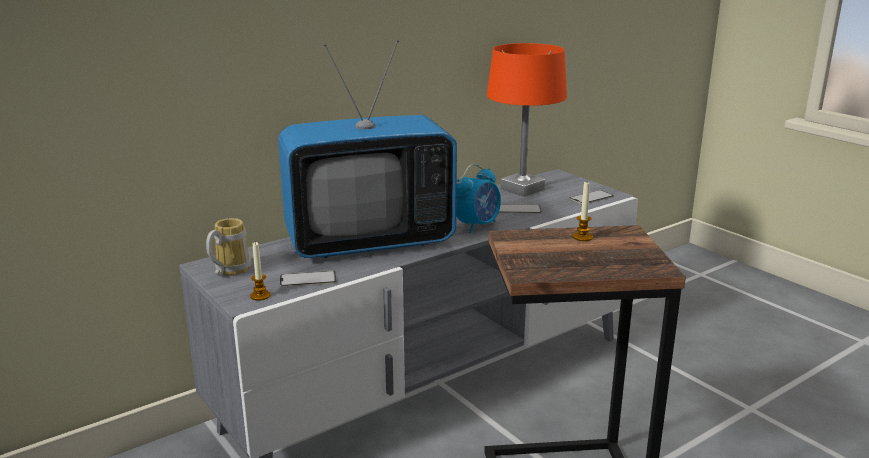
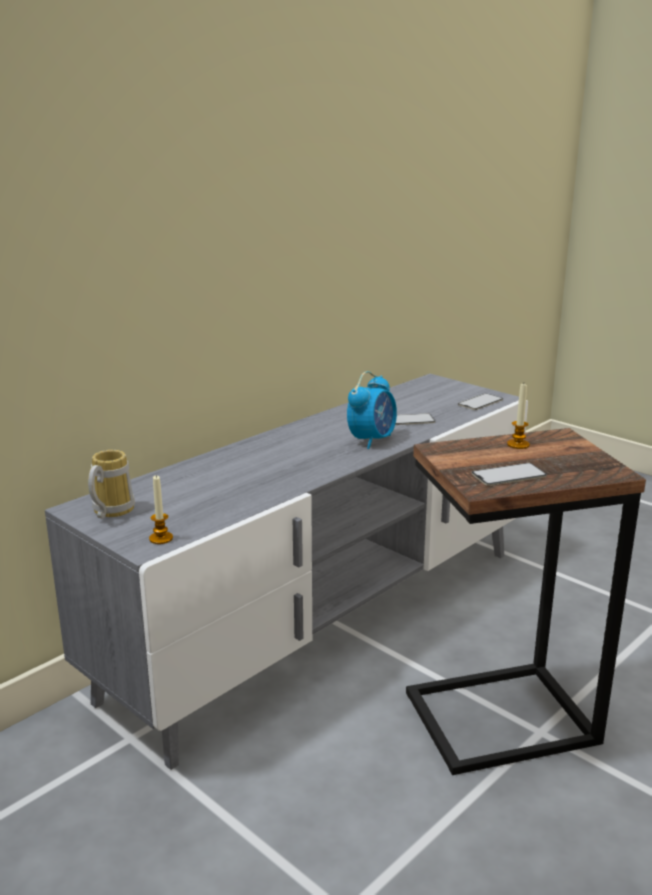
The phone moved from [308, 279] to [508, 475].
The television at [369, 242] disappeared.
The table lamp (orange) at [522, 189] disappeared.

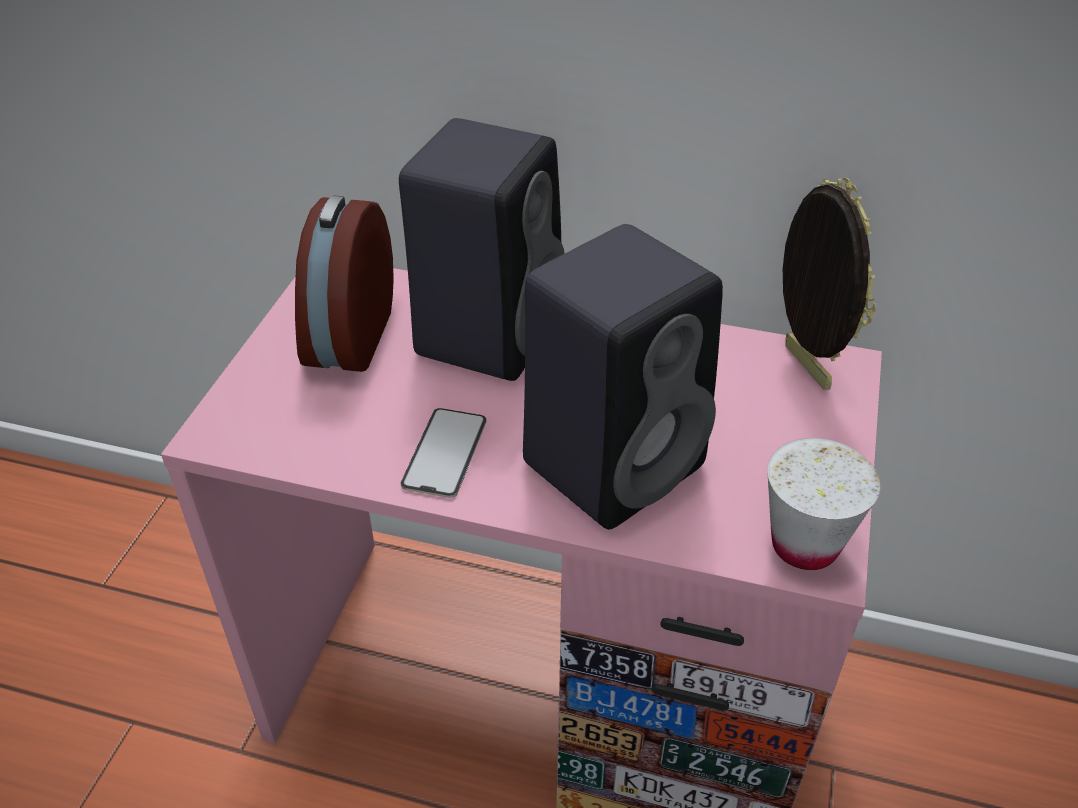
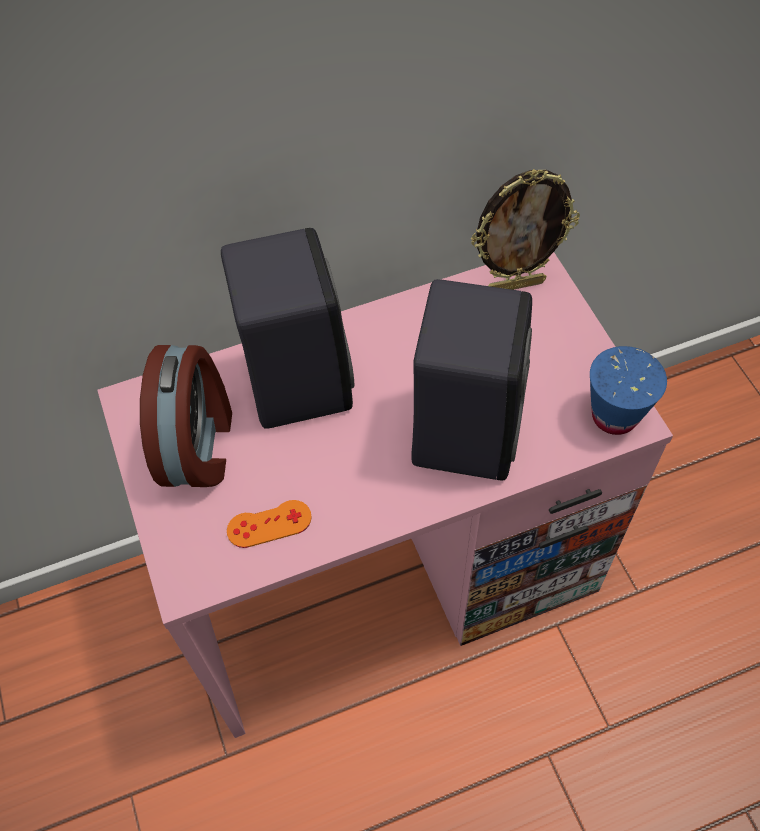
The alarm clock at [347, 336] turned 150 degrees counterclockwise.
The game controller (orange) at [269, 524] appeared.
The picture frame at [803, 367] turned 135 degrees clockwise.
The cup (white) at [804, 545] became the cup (blue) at [614, 416].
The phone at [445, 452] disappeared.

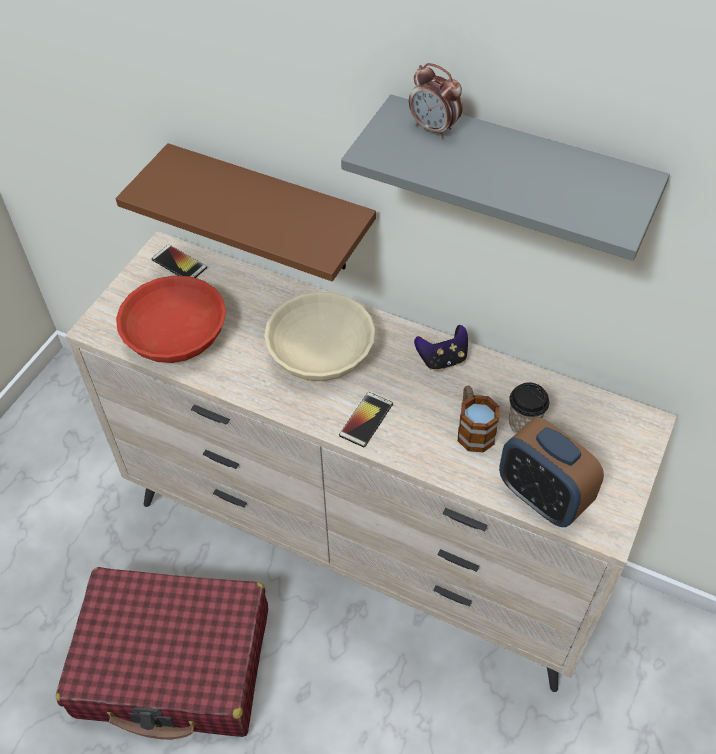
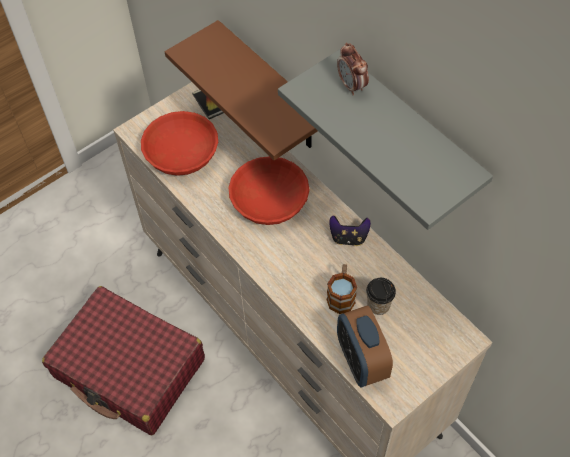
The bowl (beige) at [321, 351] became the bowl (red) at [269, 201].
The phone at [366, 420] disappeared.

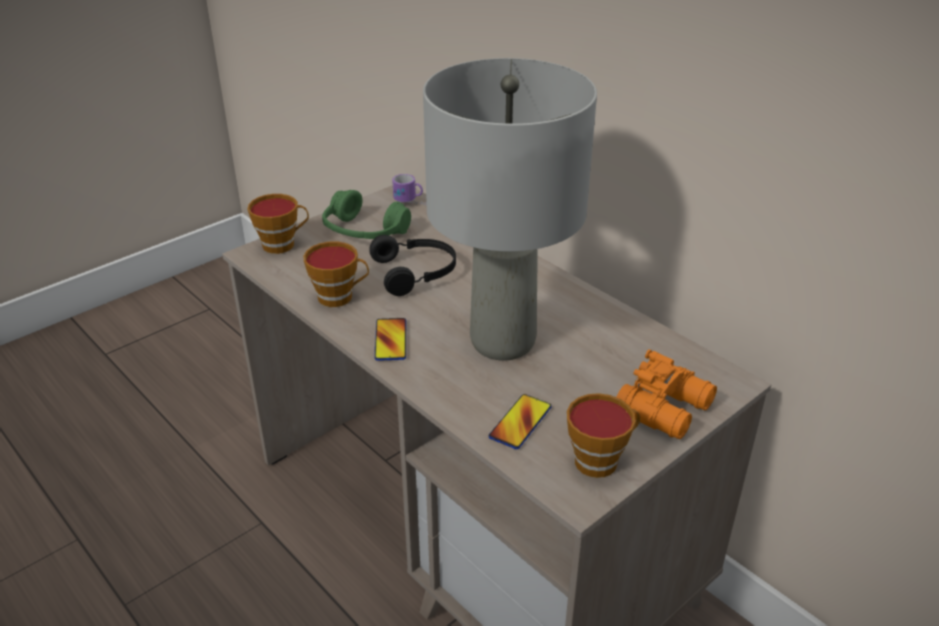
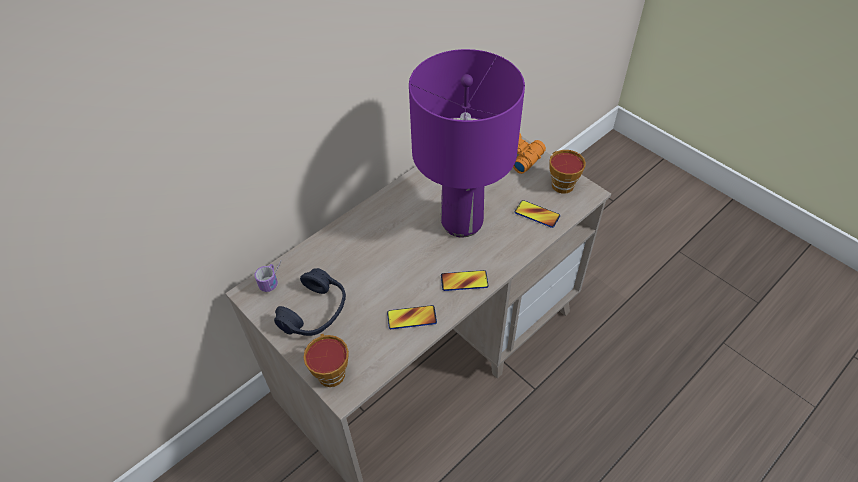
The headphones (green) at [364, 232] became the headphones (blue) at [315, 312].
The cup at [339, 297] was replaced by the phone at [411, 318].
The table lamp (grey) at [504, 341] became the table lamp (purple) at [461, 222].
The headphones (black) at [416, 273] disappeared.

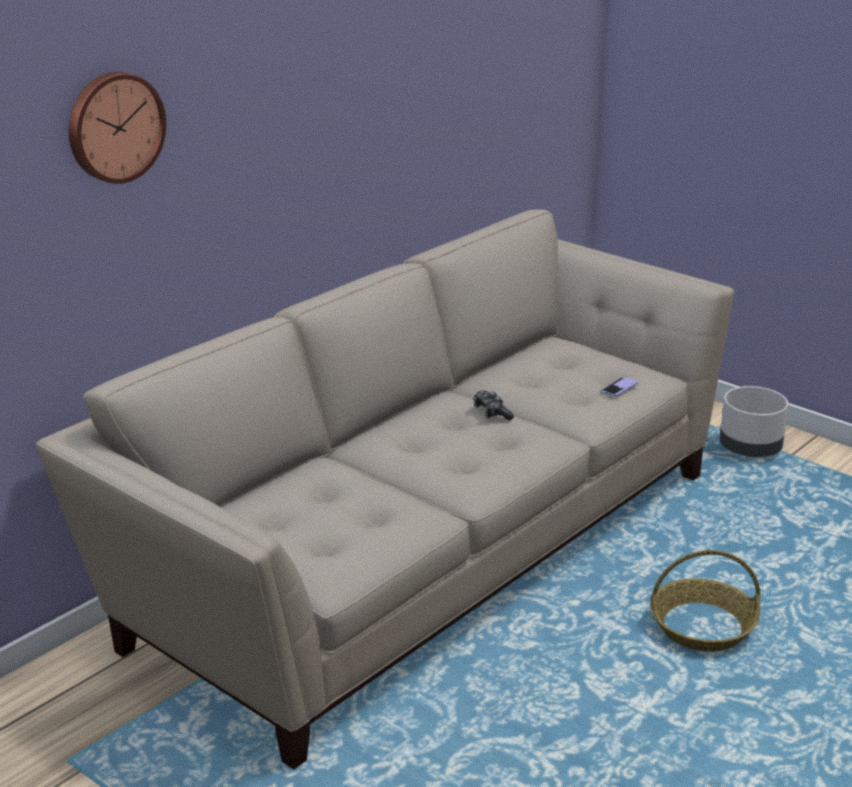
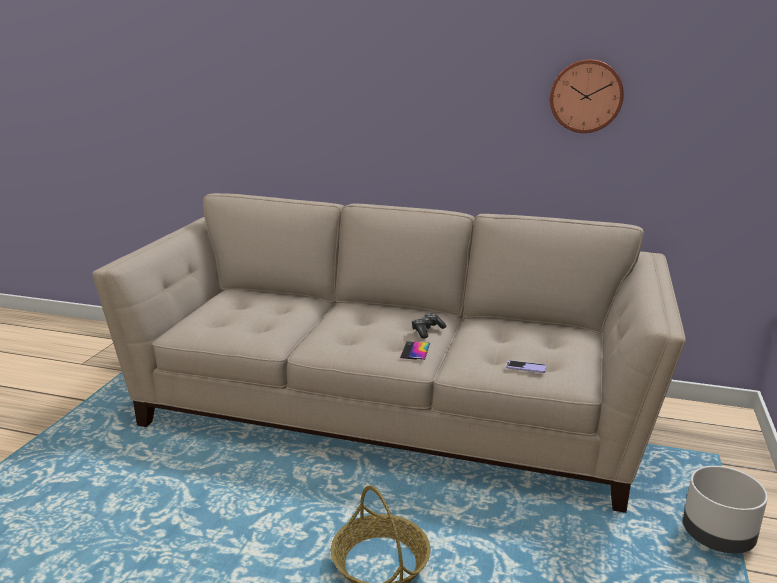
The phone at [415, 350] appeared.
The wall clock moved from [114, 126] to [586, 96].

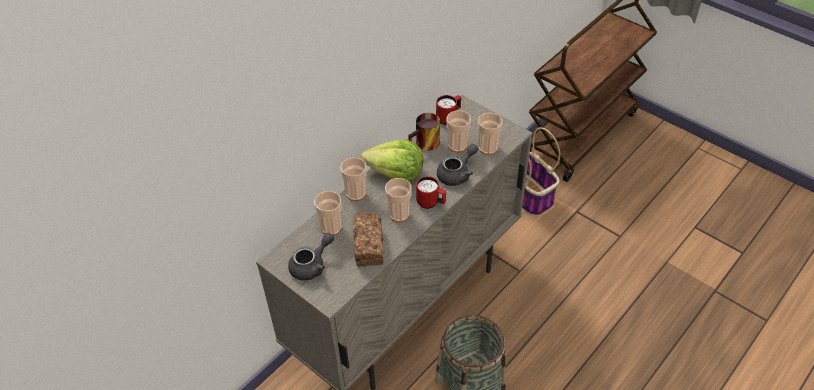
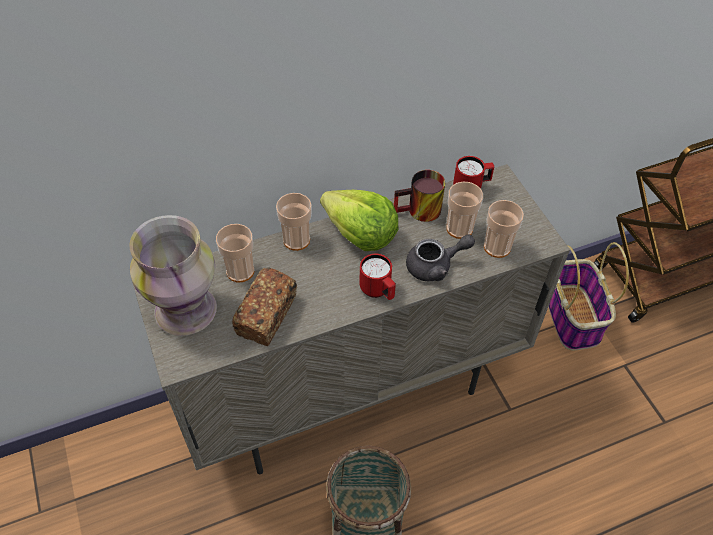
The teapot (grey) at [312, 265] was replaced by the vase at [187, 310].
The cup at [399, 214] disappeared.

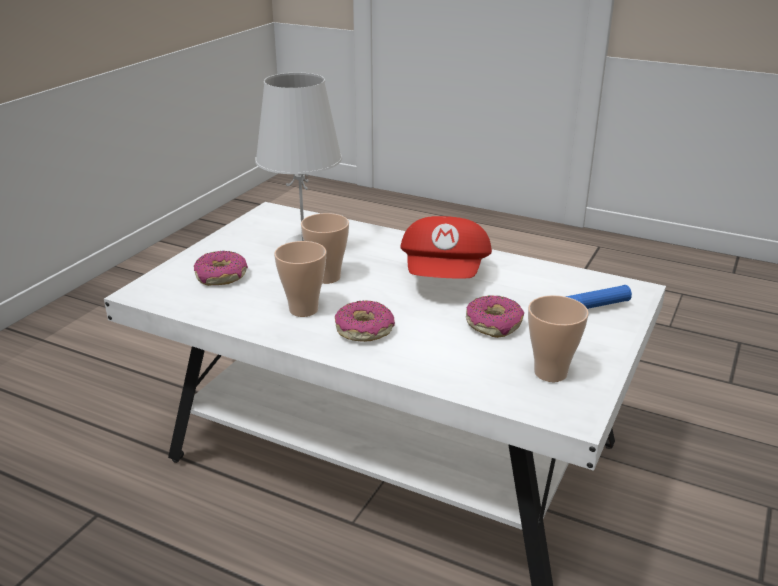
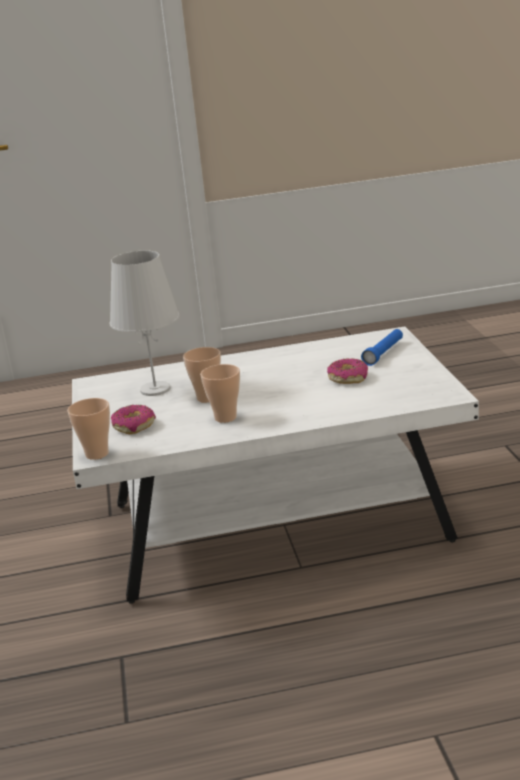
The cup moved from [550, 373] to [97, 454].
The donut at [364, 330] disappeared.
The cap (red) at [446, 276] disappeared.

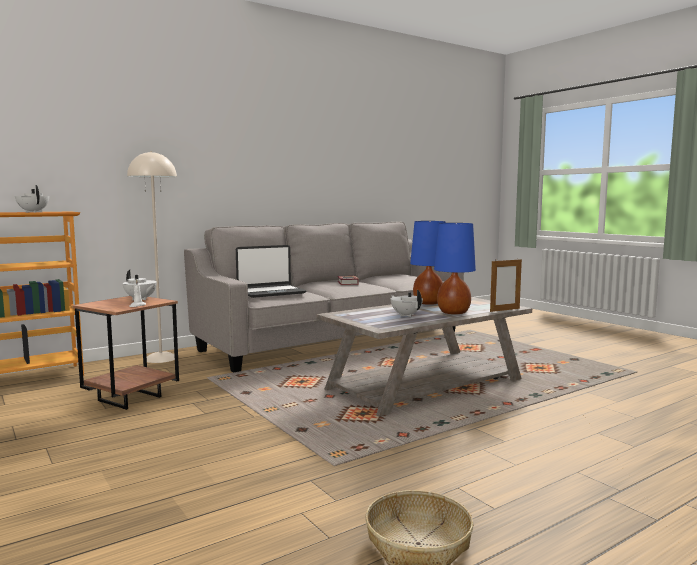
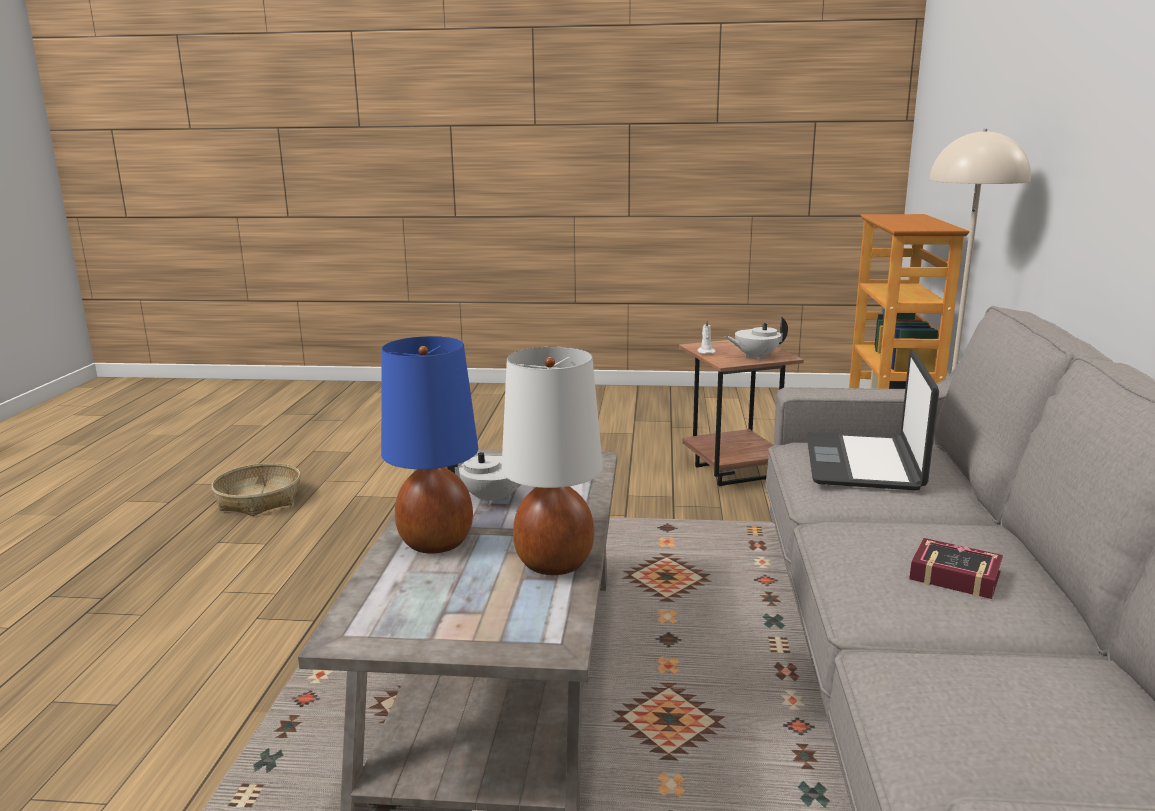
The table lamp (blue) at [428, 303] became the table lamp (white) at [553, 563].
The teapot (white) at [33, 212] disappeared.
The picture frame at [504, 310] disappeared.

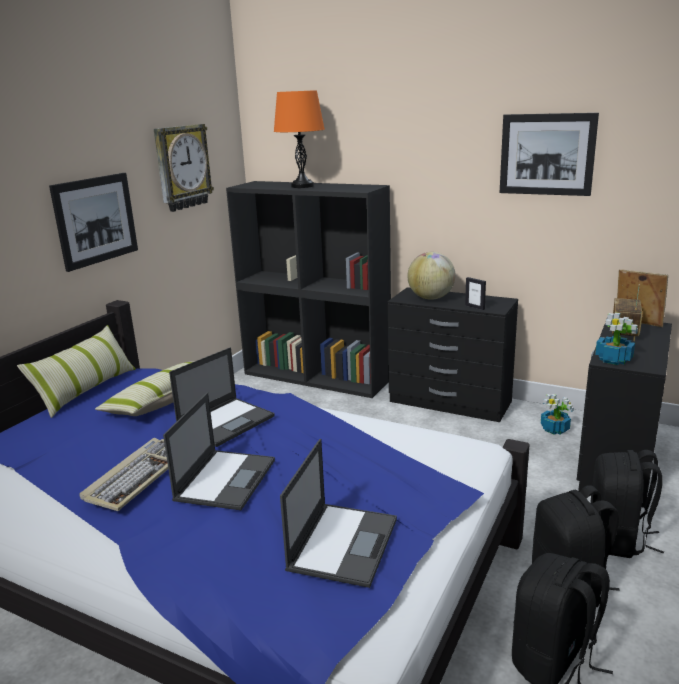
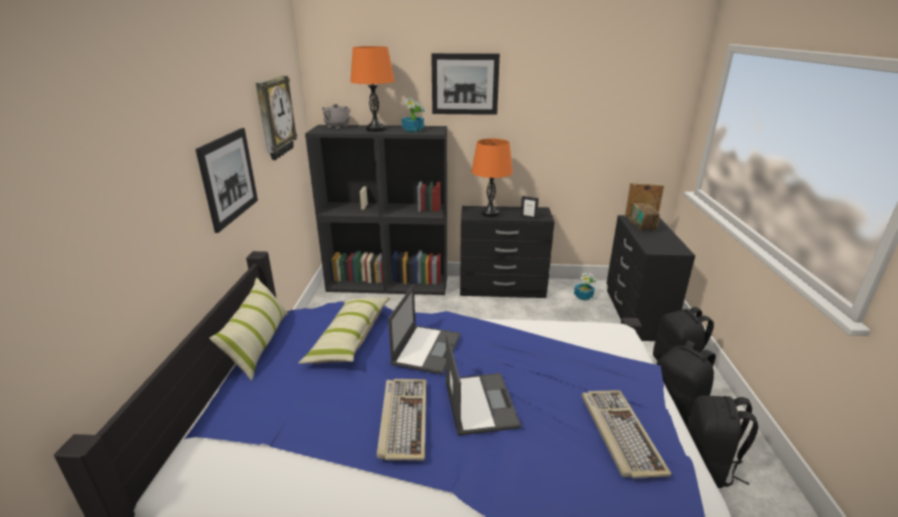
The teapot (grey) at [337, 126] appeared.
The potted plant moved from [614, 359] to [413, 130].
The picture moved from [547, 154] to [465, 84].
The globe at [431, 298] was replaced by the table lamp (orange) at [490, 213].
The laptop at [343, 543] was replaced by the keyboard at [619, 433].

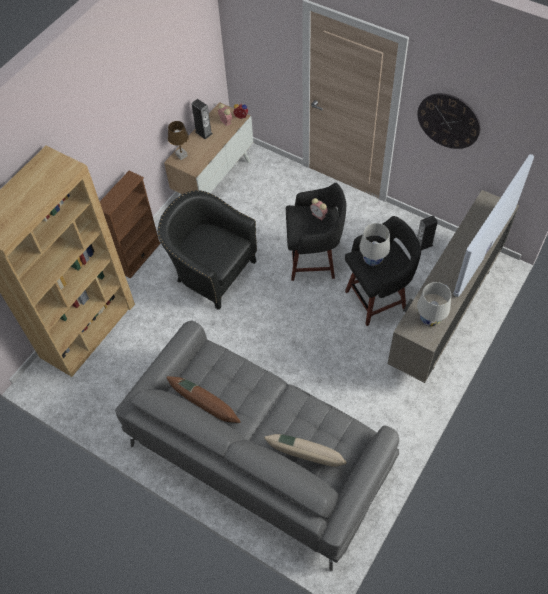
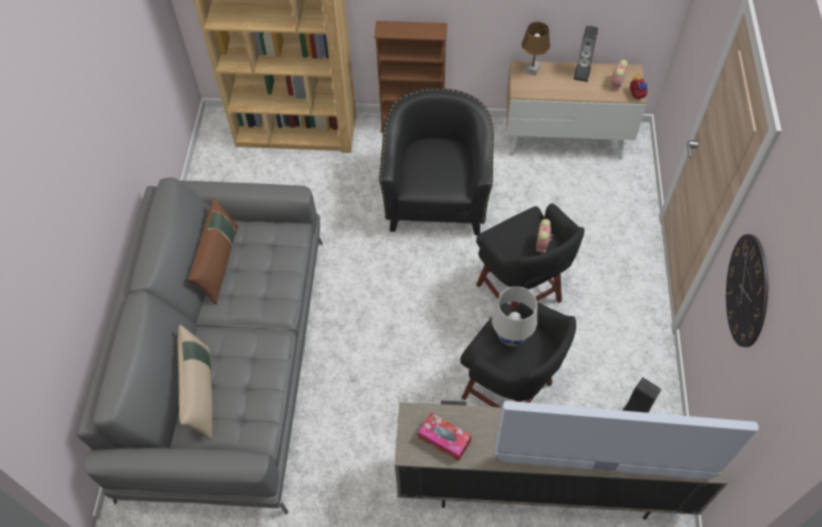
The table lamp (white) at [430, 319] was replaced by the tissue box at [444, 439].

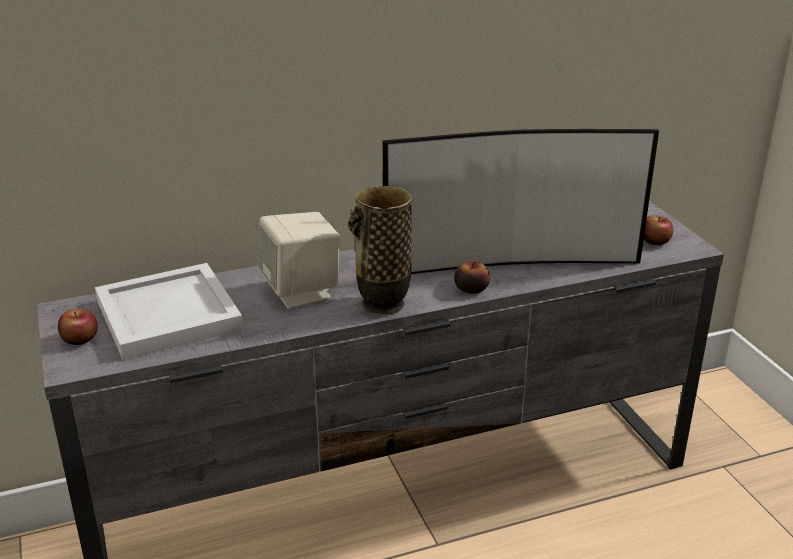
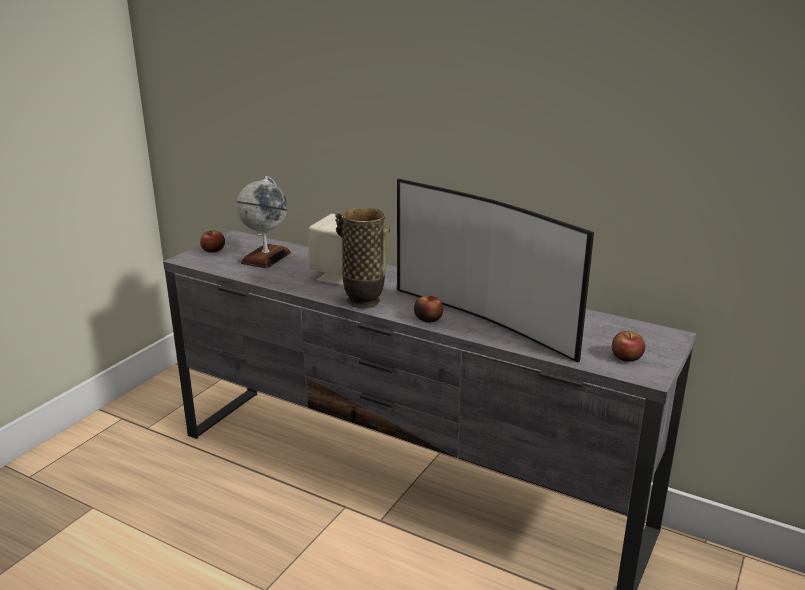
The tray (white) at [169, 314] was replaced by the globe at [266, 257].

